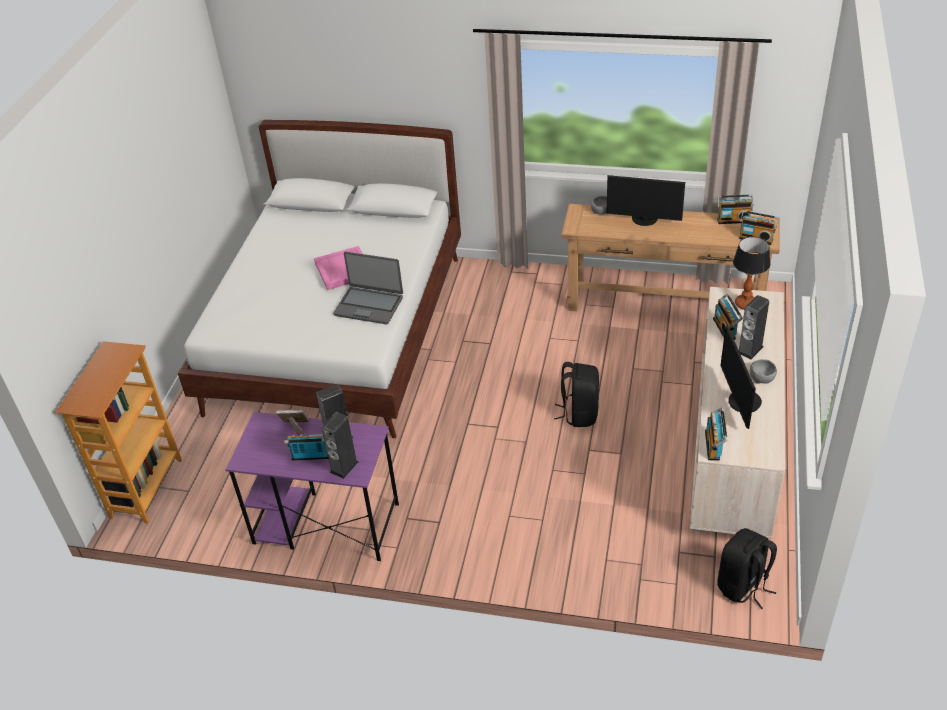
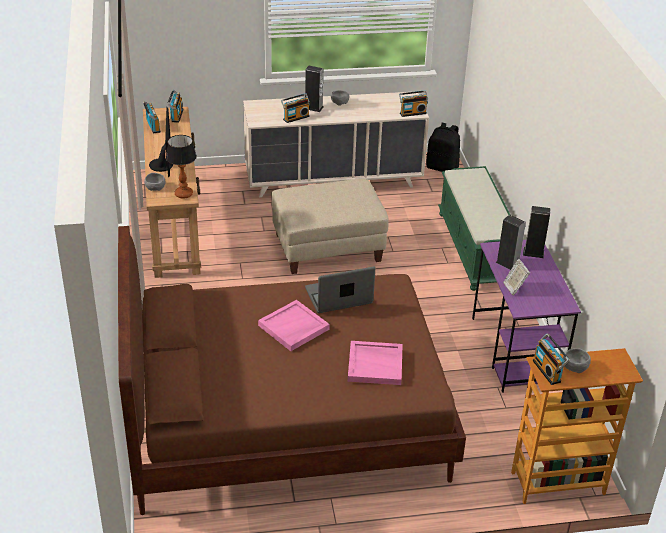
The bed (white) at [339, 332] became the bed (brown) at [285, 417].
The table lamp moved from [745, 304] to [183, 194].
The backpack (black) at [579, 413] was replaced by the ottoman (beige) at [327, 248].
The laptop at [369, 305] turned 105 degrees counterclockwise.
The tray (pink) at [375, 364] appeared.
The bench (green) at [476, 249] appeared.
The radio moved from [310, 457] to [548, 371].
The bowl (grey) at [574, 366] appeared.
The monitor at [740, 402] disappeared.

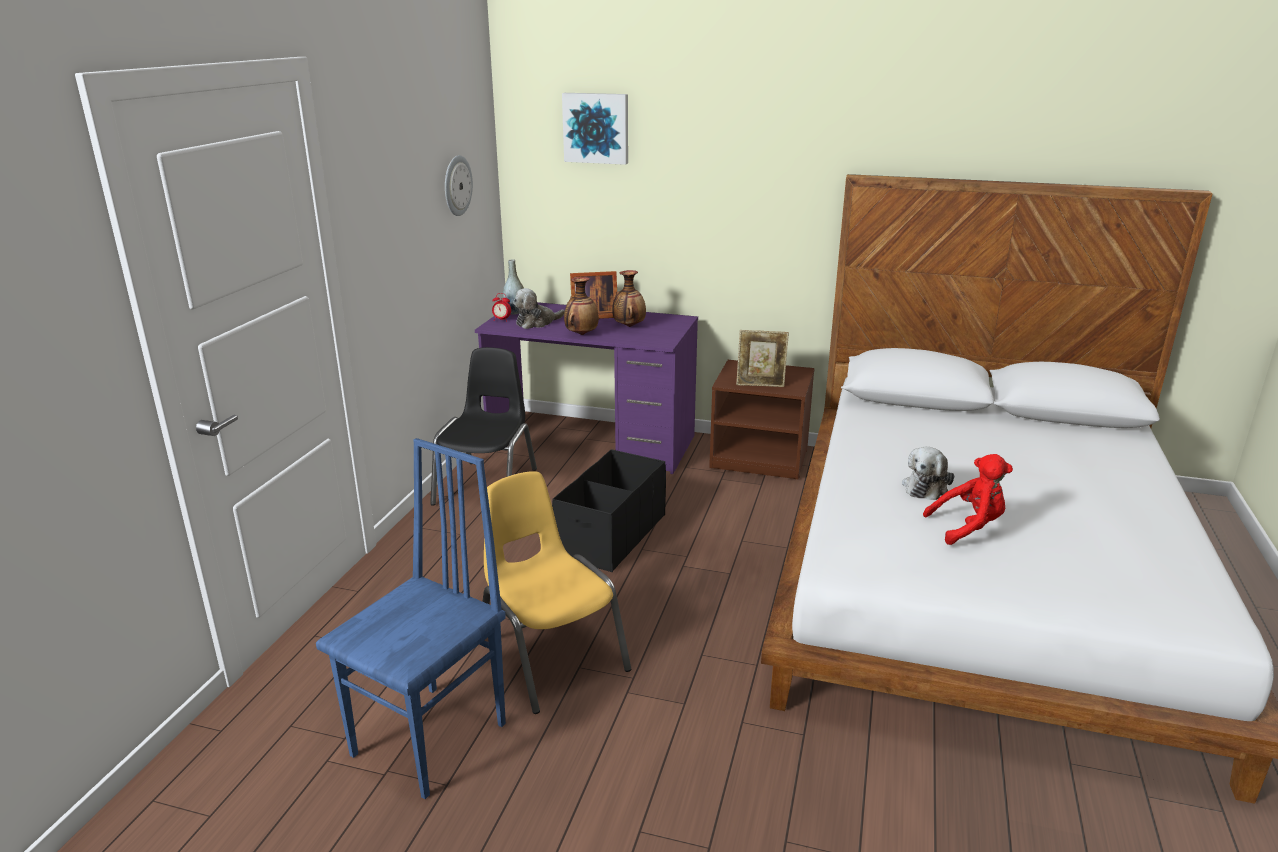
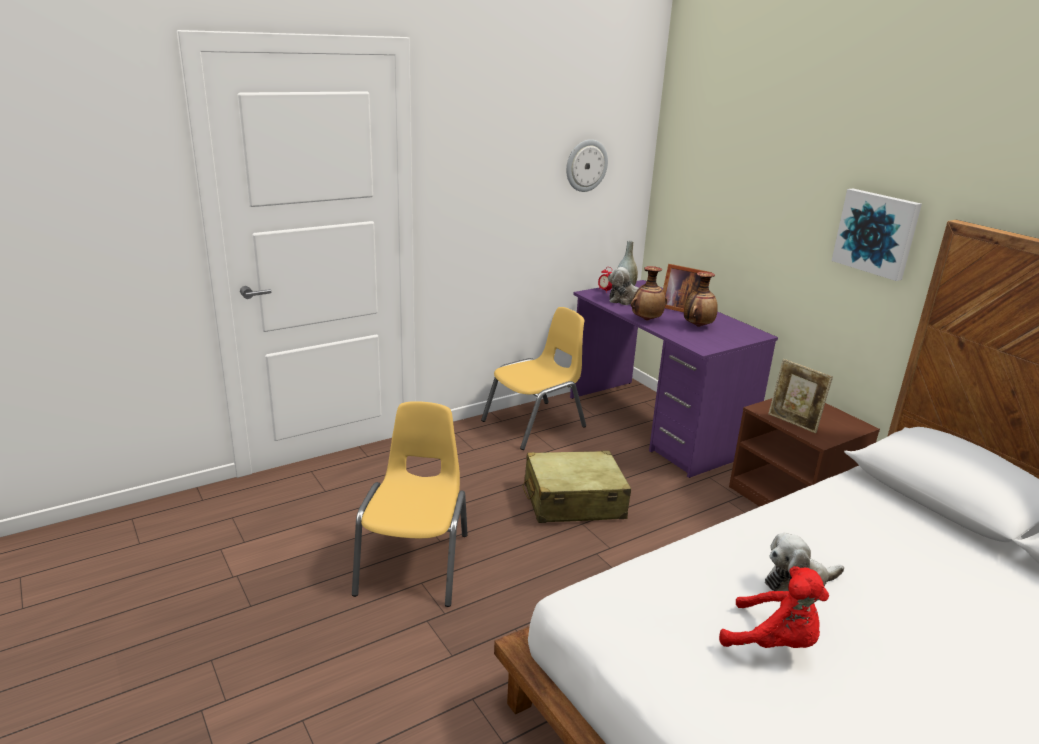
The chair (black) at [487, 486] became the chair (yellow) at [535, 424].
The storage box (black) at [611, 535] was replaced by the suitcase (beige) at [573, 501].
The picture moved from [596, 128] to [877, 233].
The chair (blue) at [432, 739] disappeared.

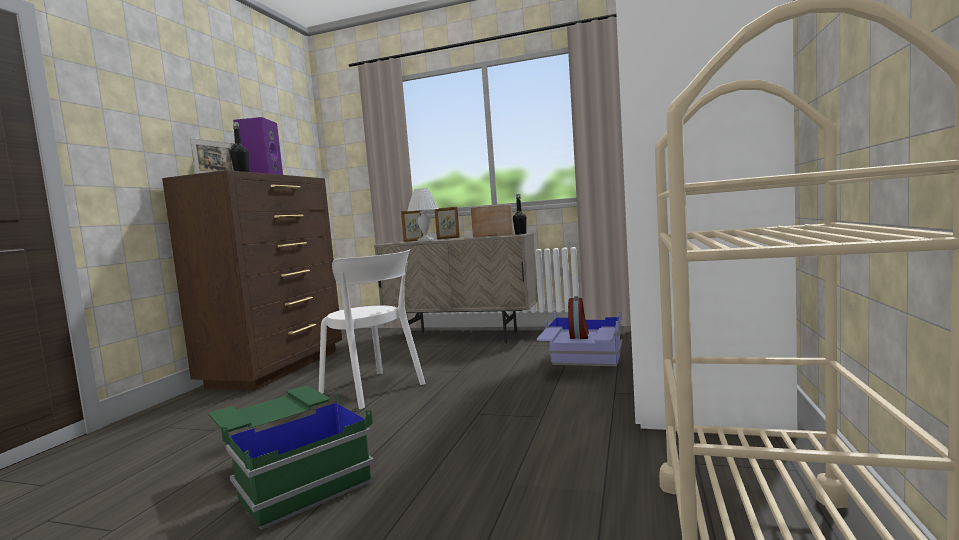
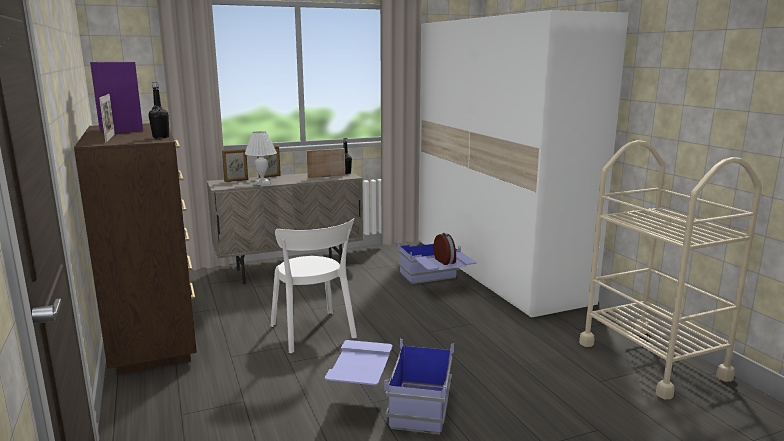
The chair (white) at [375, 389] turned 60 degrees clockwise.
The storage box (green) at [291, 476] became the storage box (blue) at [391, 405].

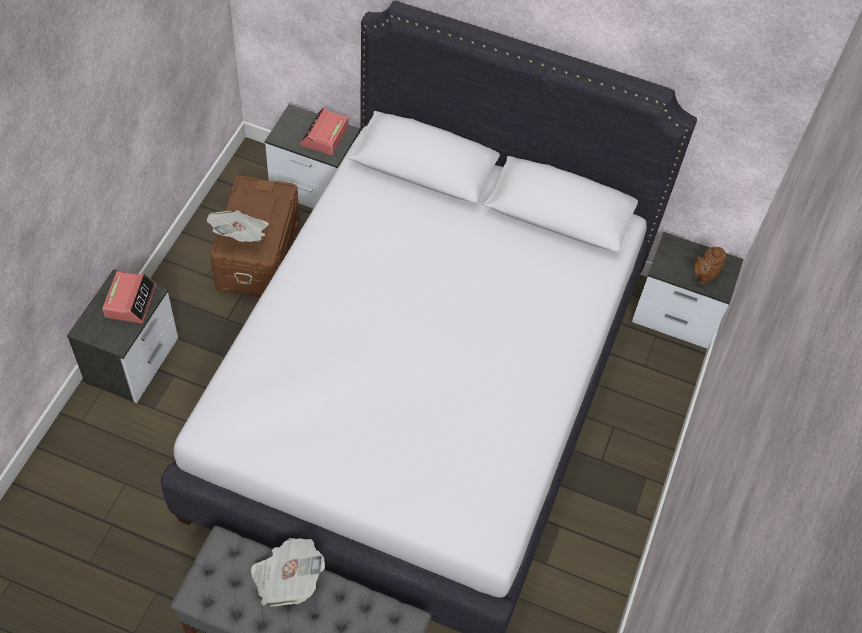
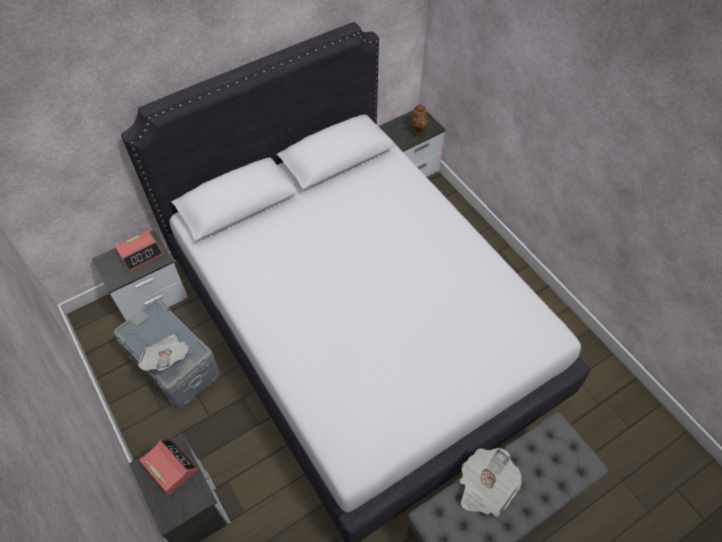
The storage box (brown) at [259, 255] became the storage box (grey) at [175, 364].
The alarm clock at [324, 136] turned 90 degrees counterclockwise.

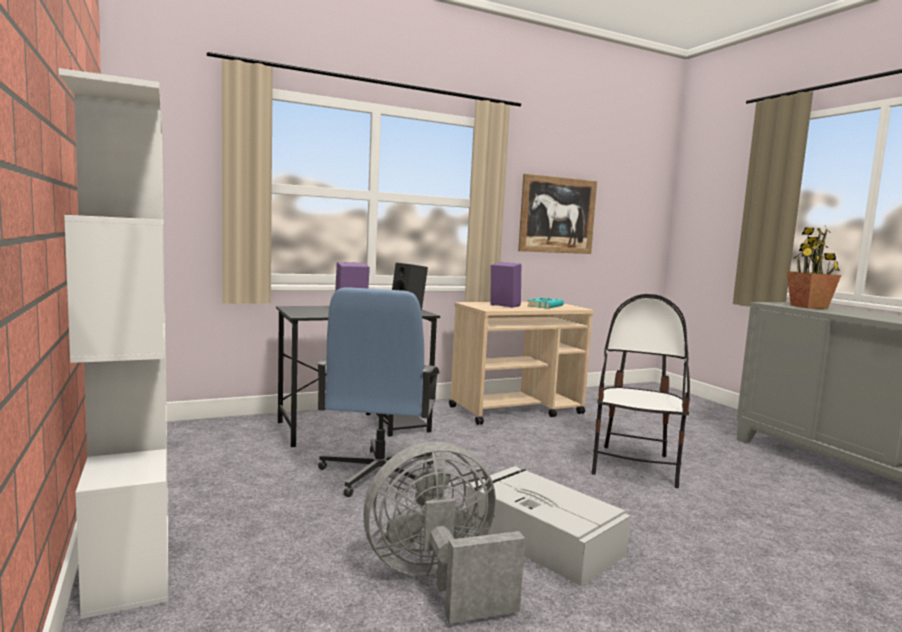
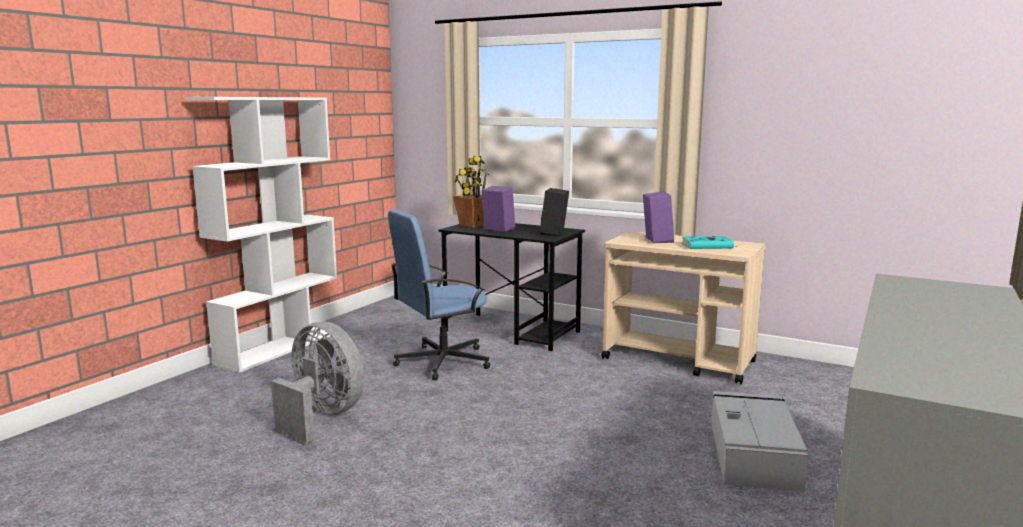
The potted plant moved from [809, 307] to [473, 225].
The storage box (grey) moved from [540, 538] to [753, 453].
The picture at [557, 215] disappeared.
The chair at [635, 466] disappeared.

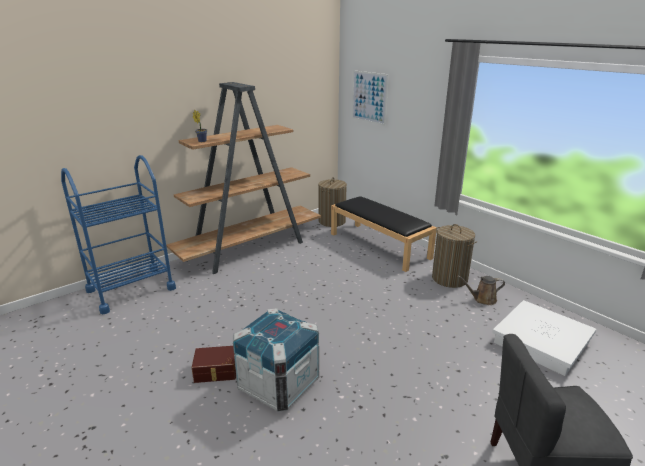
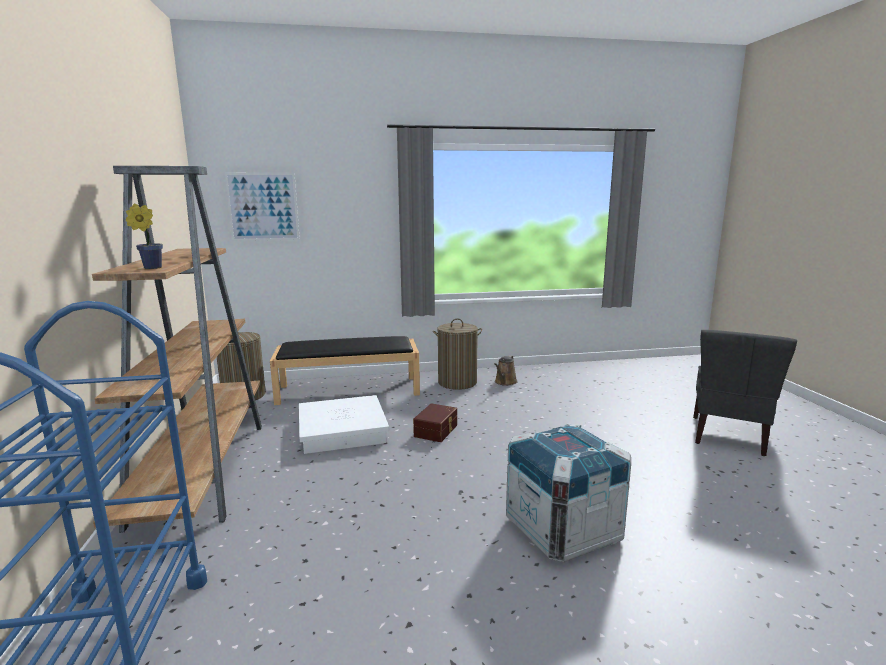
The storage box (white) moved from [540, 342] to [342, 431].
The storage box (brown) moved from [216, 371] to [437, 431].

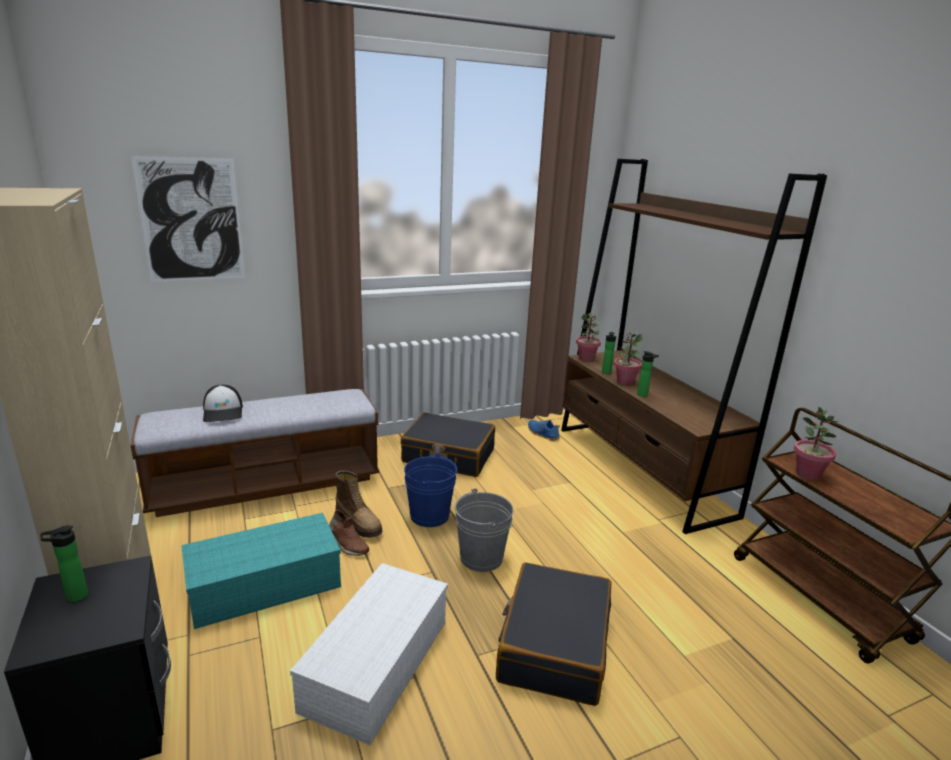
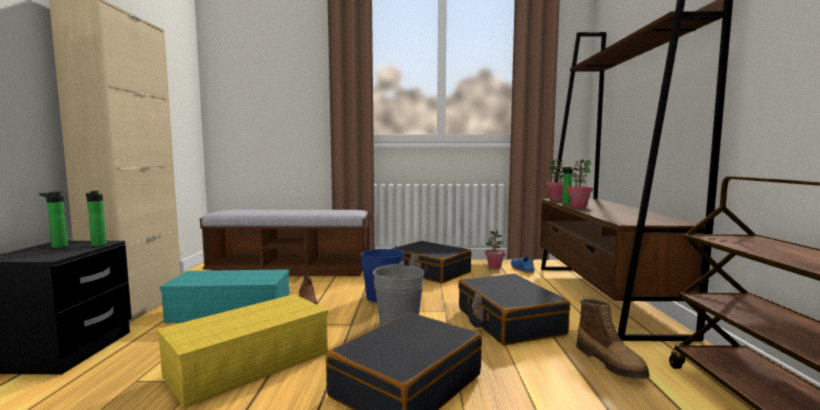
The bottle moved from [644, 395] to [98, 245].
The storage box (white) at [376, 661] became the storage box (yellow) at [250, 362].
The suitcase (black) at [508, 321] appeared.
The potted plant moved from [808, 474] to [494, 267].
The boot moved from [359, 523] to [610, 363].
The picture at [191, 220] disappeared.
The cap at [223, 412] disappeared.

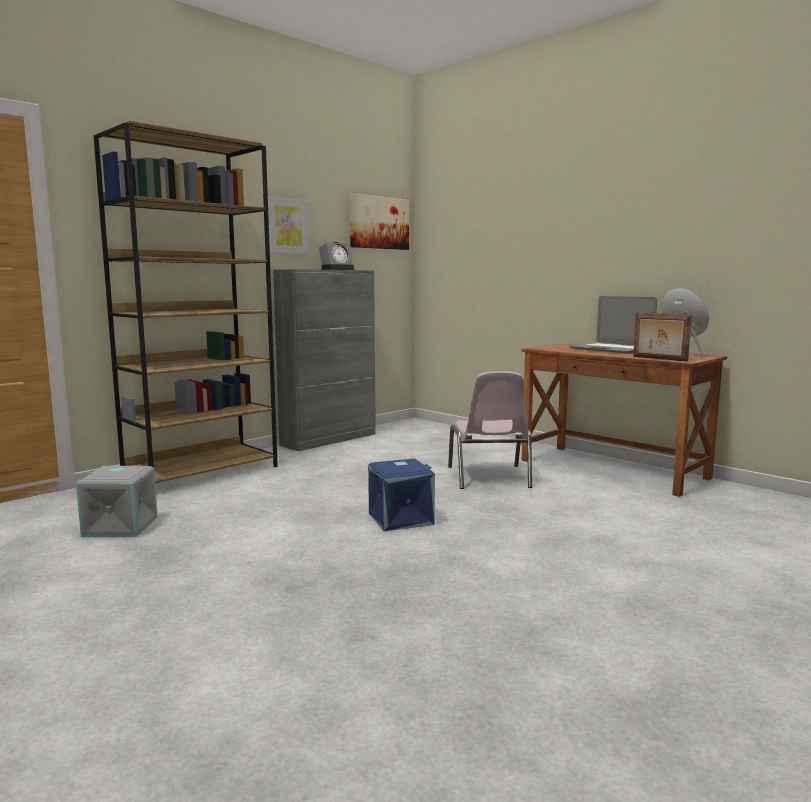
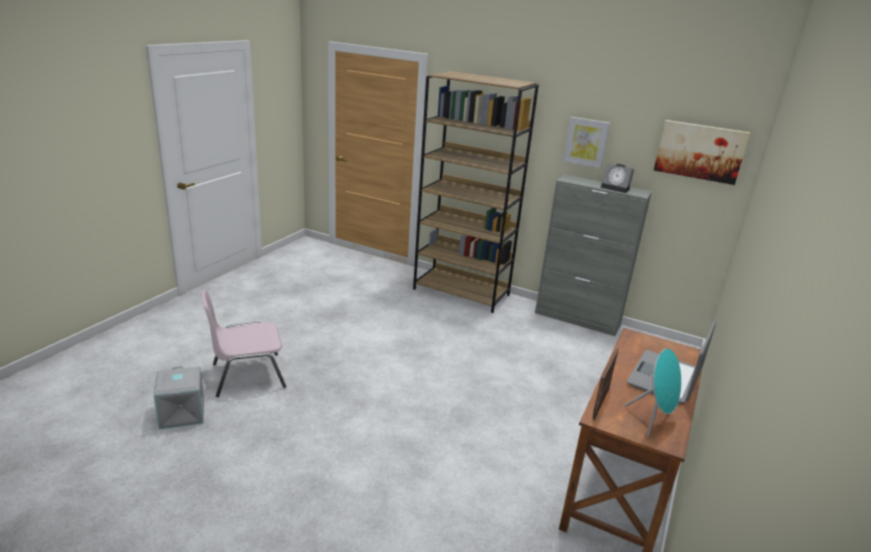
The storage box (grey) moved from [121, 526] to [183, 413].
The chair (pink) moved from [489, 477] to [247, 375].
The storage box (blue) at [400, 518] disappeared.

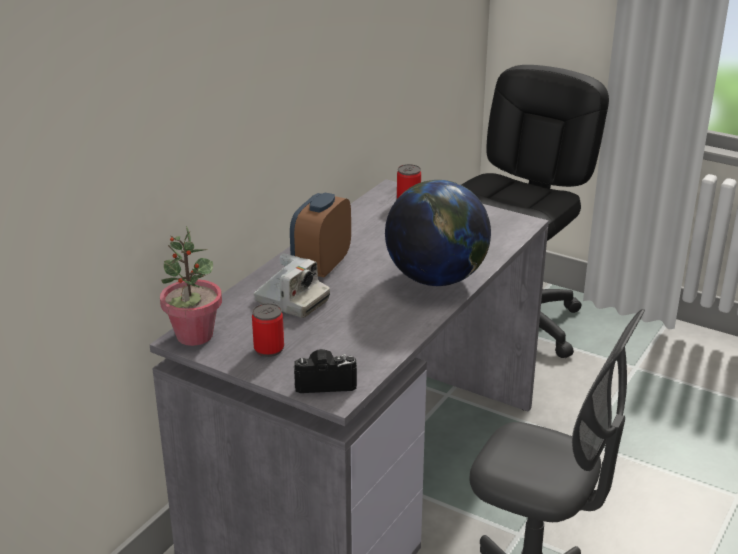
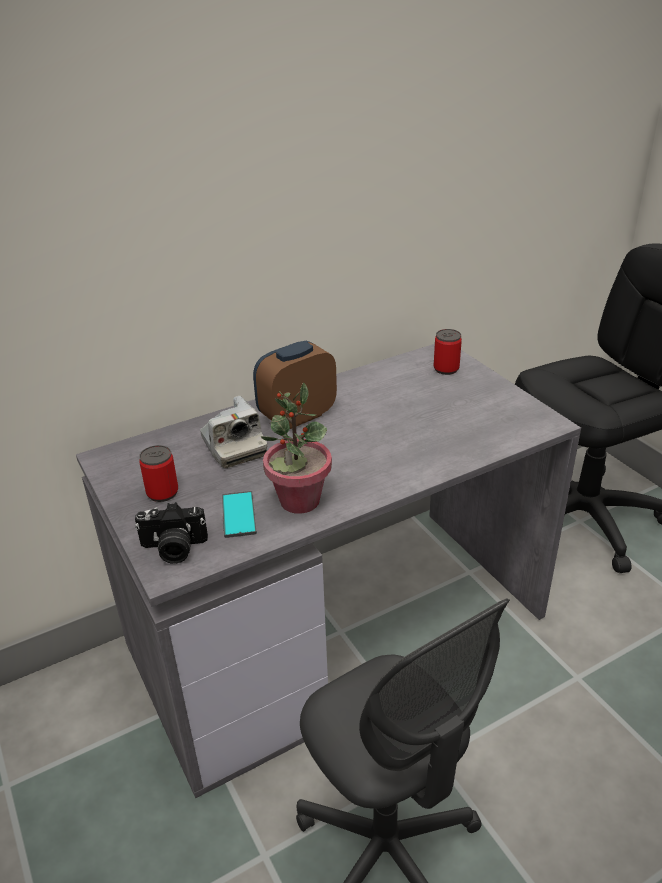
The photo camera at [325, 382] turned 150 degrees clockwise.
The phone at [238, 515] appeared.
The potted plant moved from [194, 336] to [299, 501].
The globe at [436, 279] disappeared.

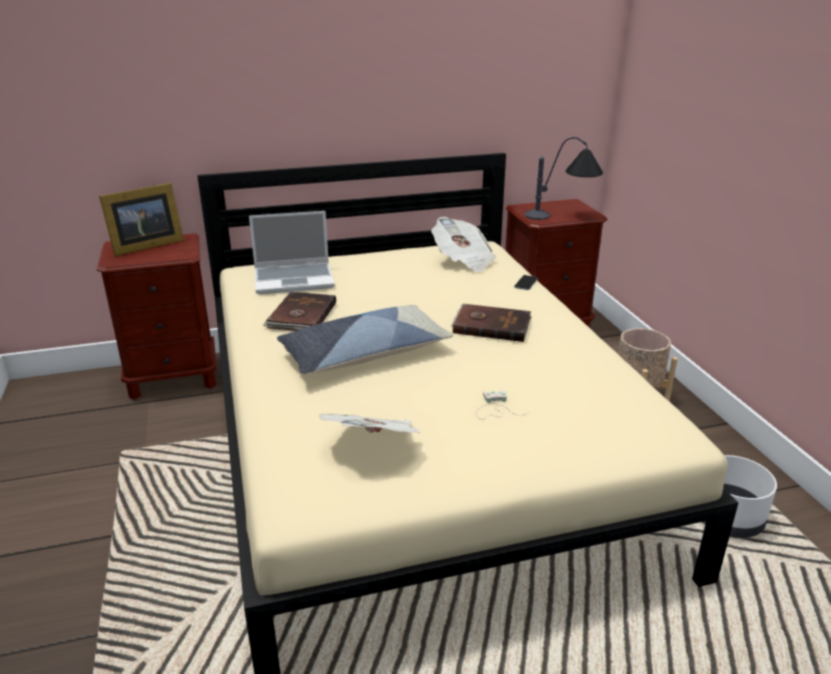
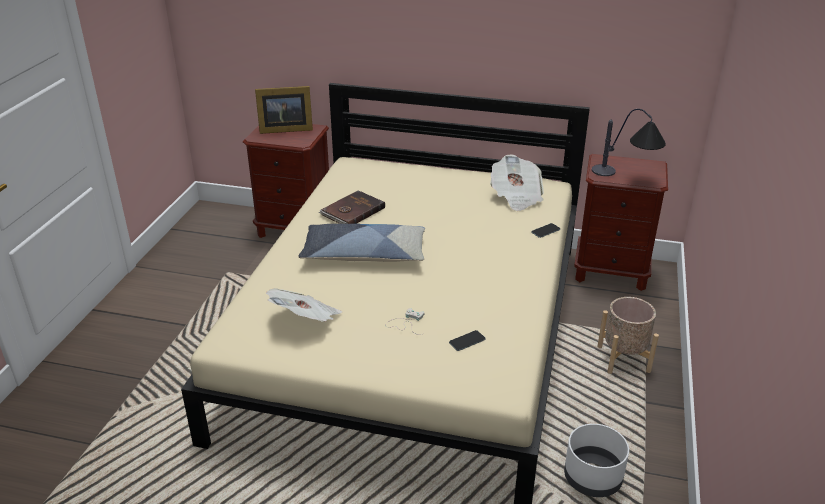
The phone at [467, 341] appeared.
The laptop at [295, 279] disappeared.
The book (brown) at [491, 325] disappeared.

